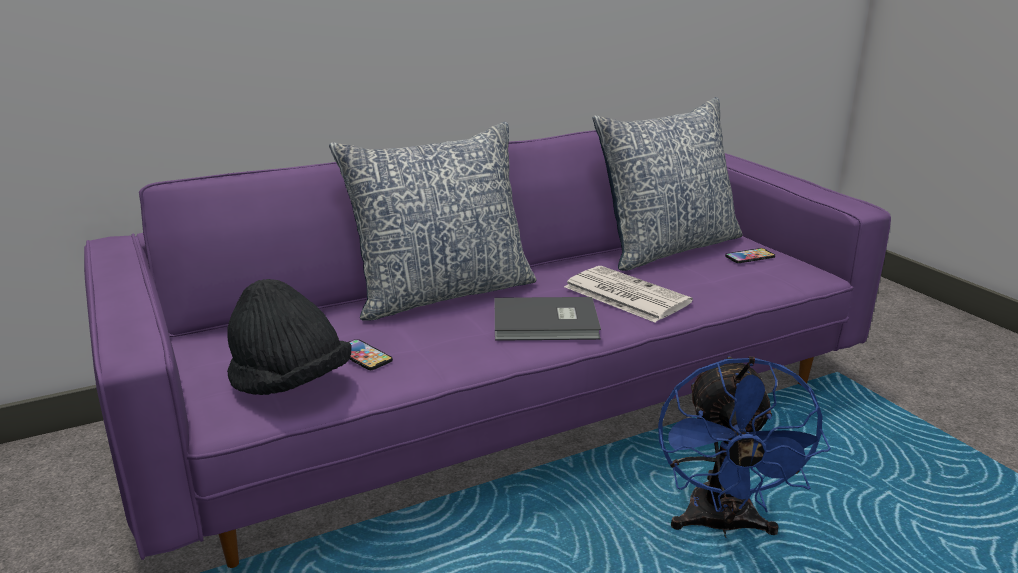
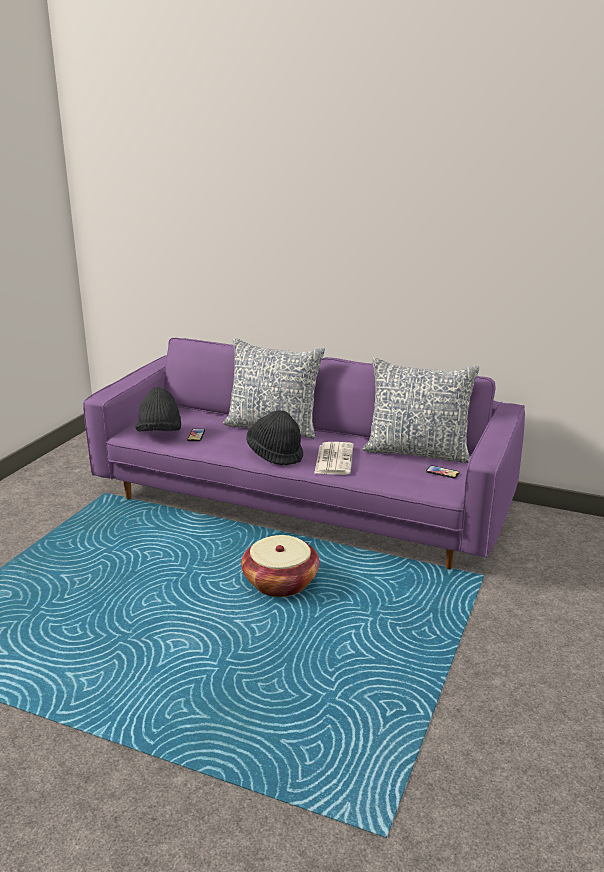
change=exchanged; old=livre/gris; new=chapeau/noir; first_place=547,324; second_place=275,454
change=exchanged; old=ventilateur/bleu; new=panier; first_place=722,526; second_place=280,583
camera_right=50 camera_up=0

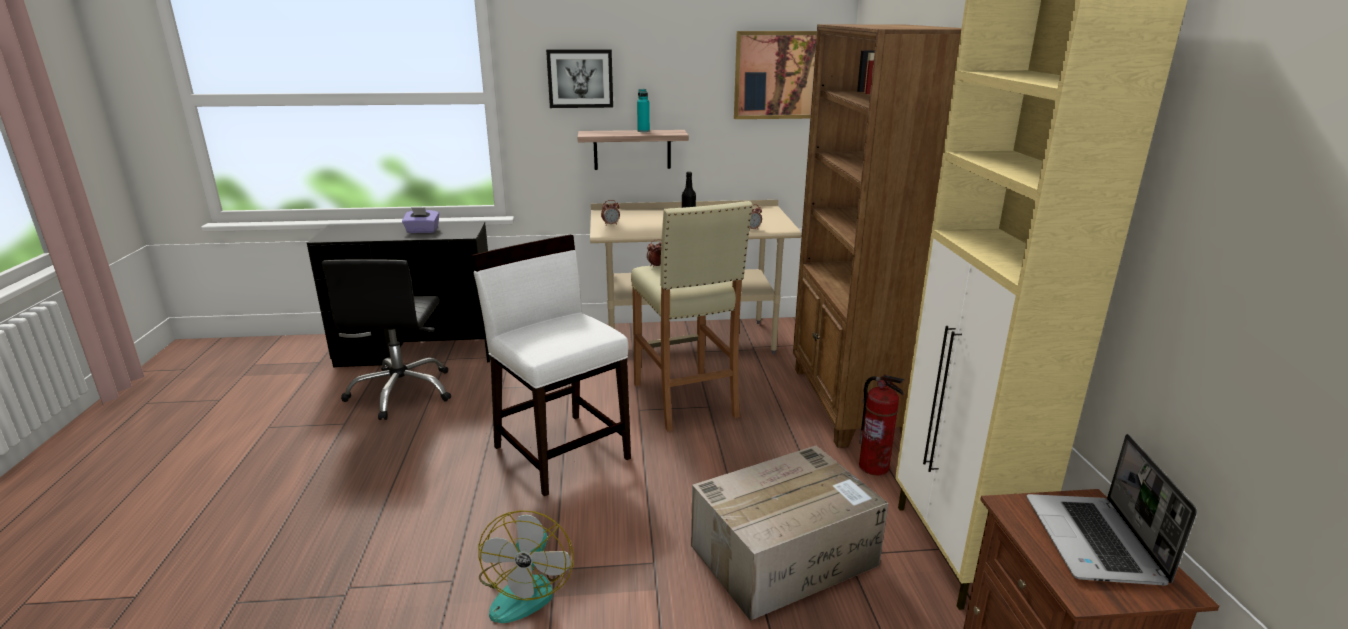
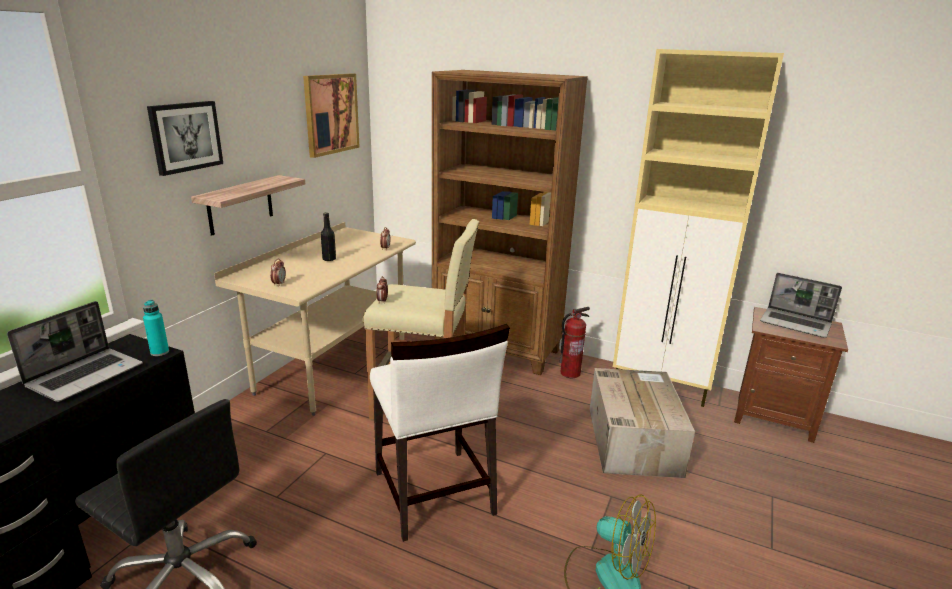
change=exchanged; old=boîte à mouchoirs/violet; new=ordinateur portable; first_place=422,231; second_place=86,375
change=spun; old=chaise/blanc; first_place=561,451; second_place=433,494; degrees=-105
change=relocated; old=bouteille/turquoise; first_place=643,131; second_place=159,352
camera_right=-60 camera_up=0

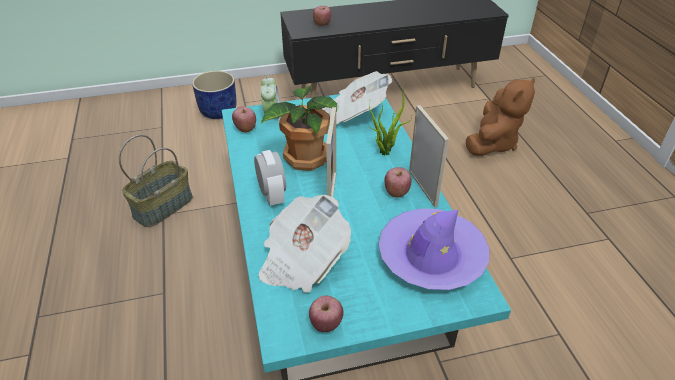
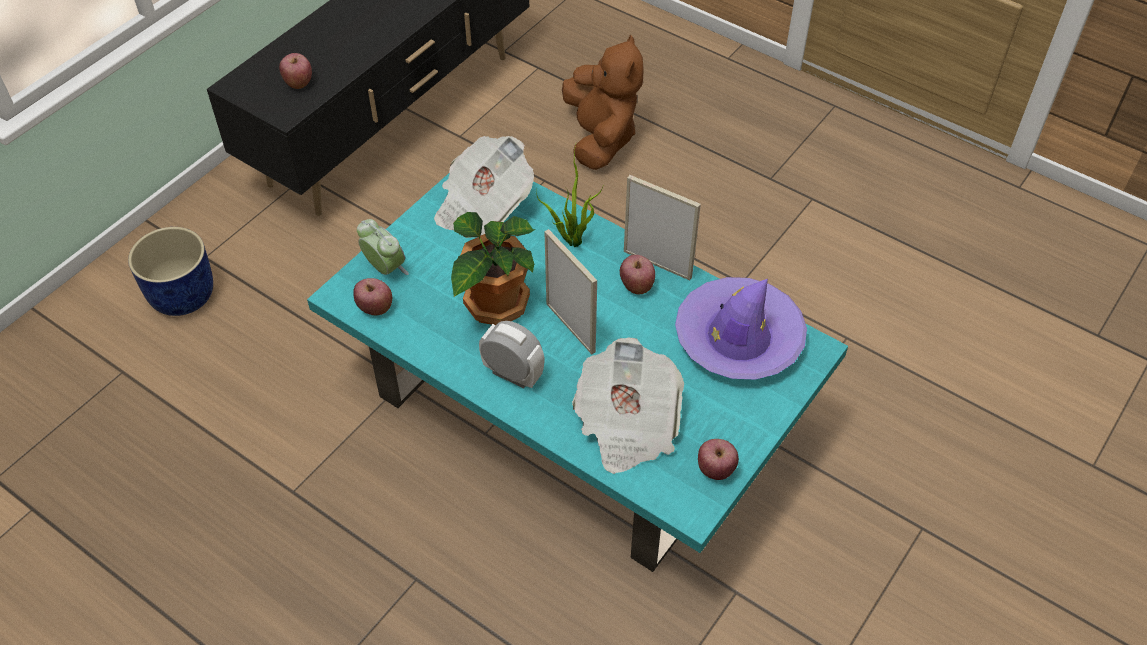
change=missing; old=panier; first_place=163,206
camera_right=-40 camera_up=10

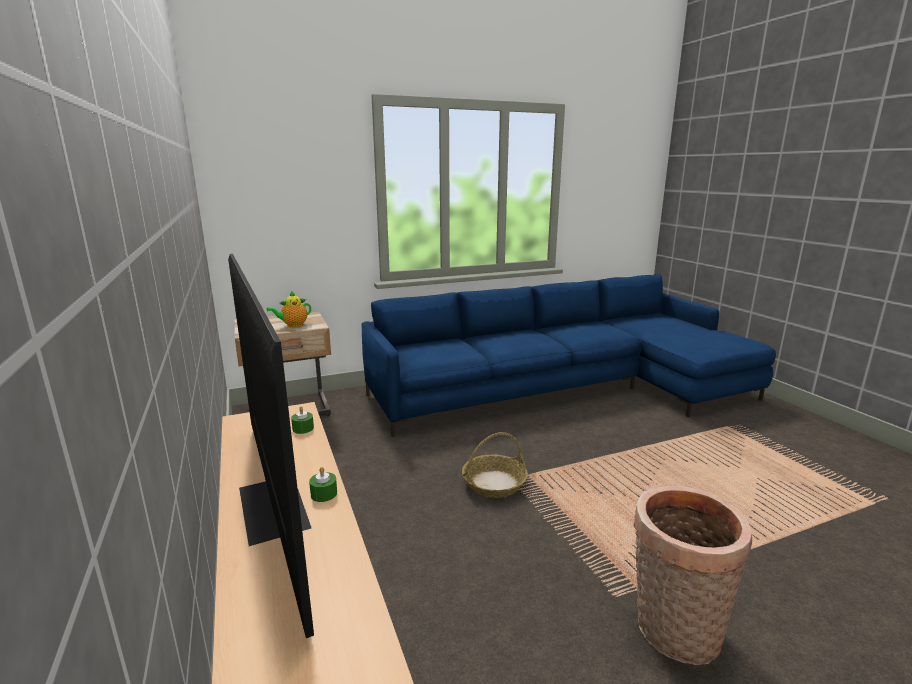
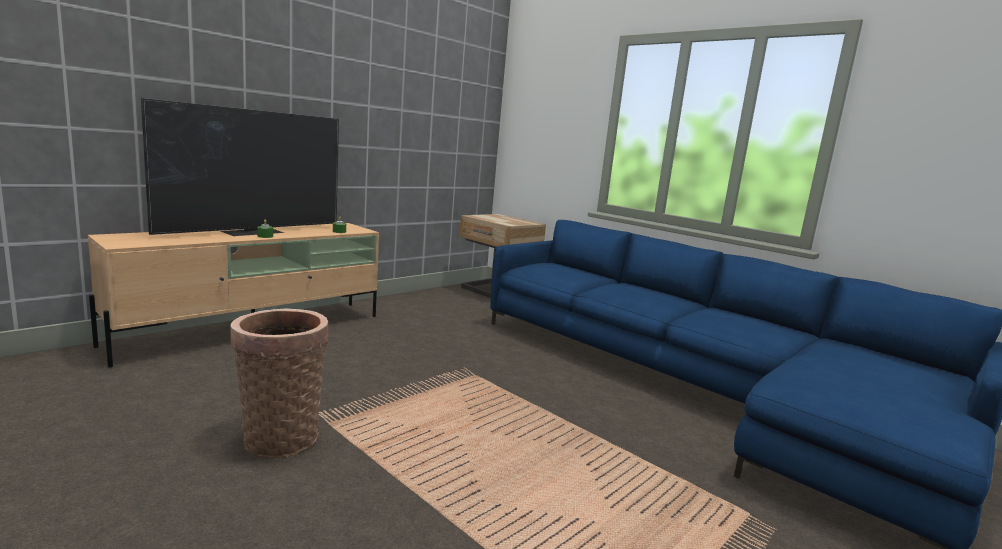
change=missing; old=théière; first_place=293,325
change=missing; old=panier; first_place=494,483
camera_right=65 camera_up=-5

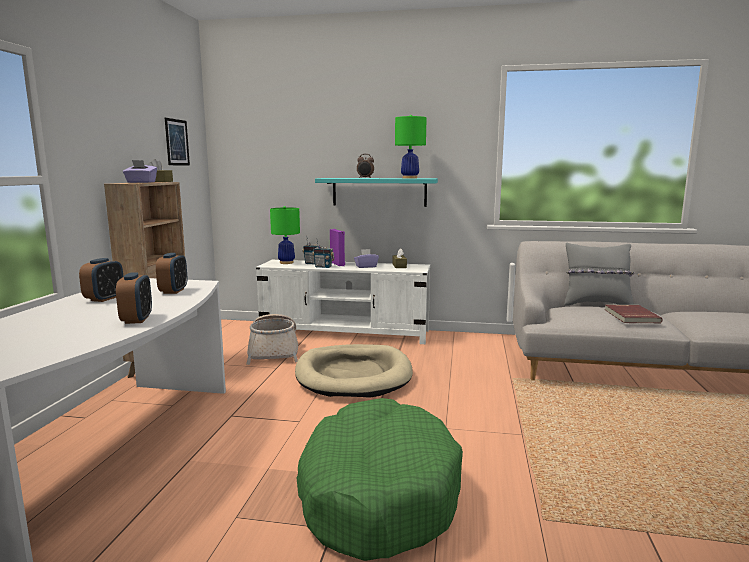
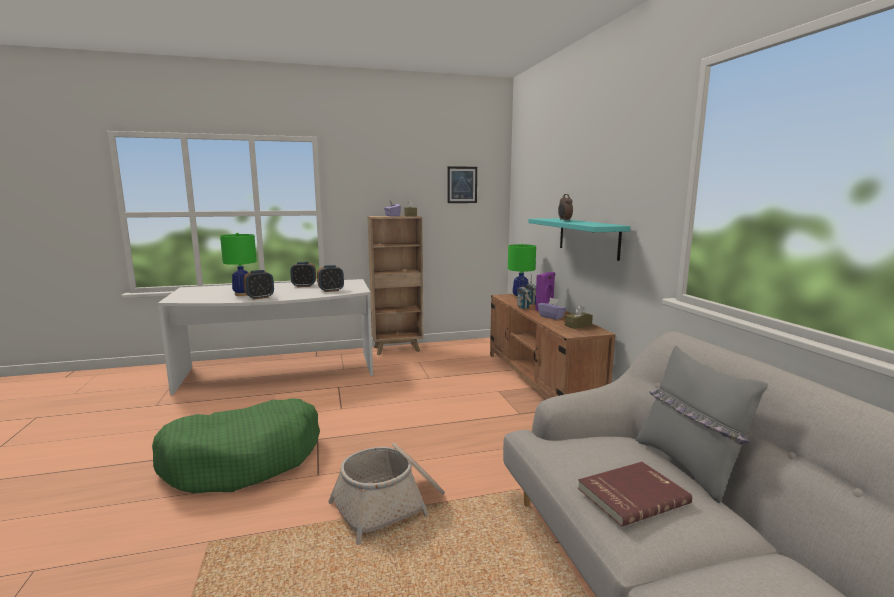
change=relocated; old=panier; first_place=274,352; second_place=390,505
change=colour; old=meuble télé/blanc; new=meuble télé/marron; first_place=345,333; second_place=540,381
change=missing; old=panier pour chien/beige; first_place=353,375
change=relocated; old=lampe de table/vert; first_place=409,178; second_place=242,294
camera_right=65 camera_up=0

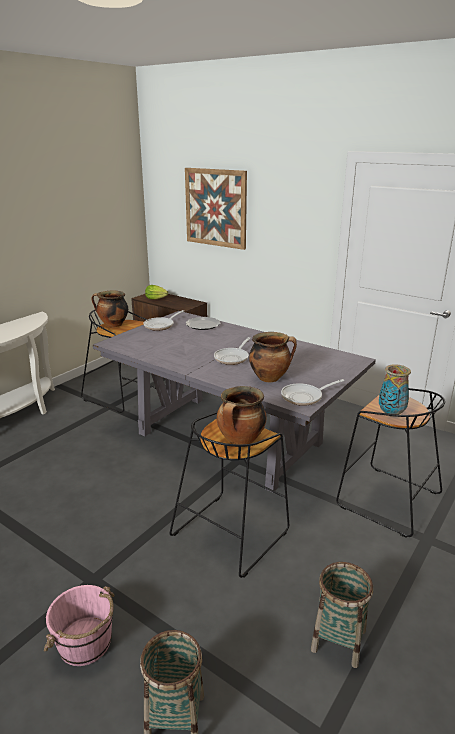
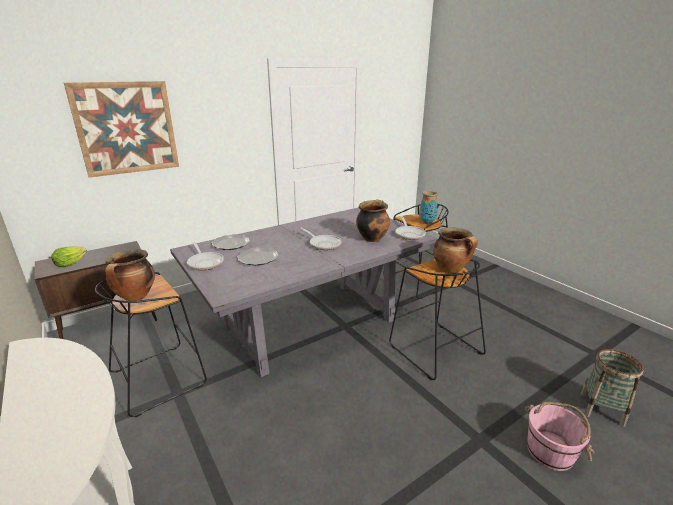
change=missing; old=panier; first_place=338,640
change=appeared; new=assiette; second_place=258,258
camera_right=-70 camera_up=0

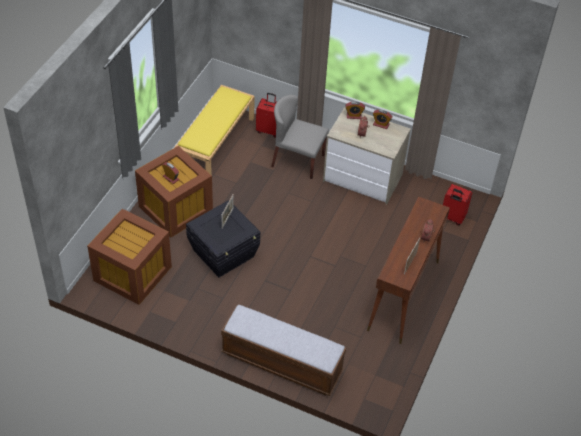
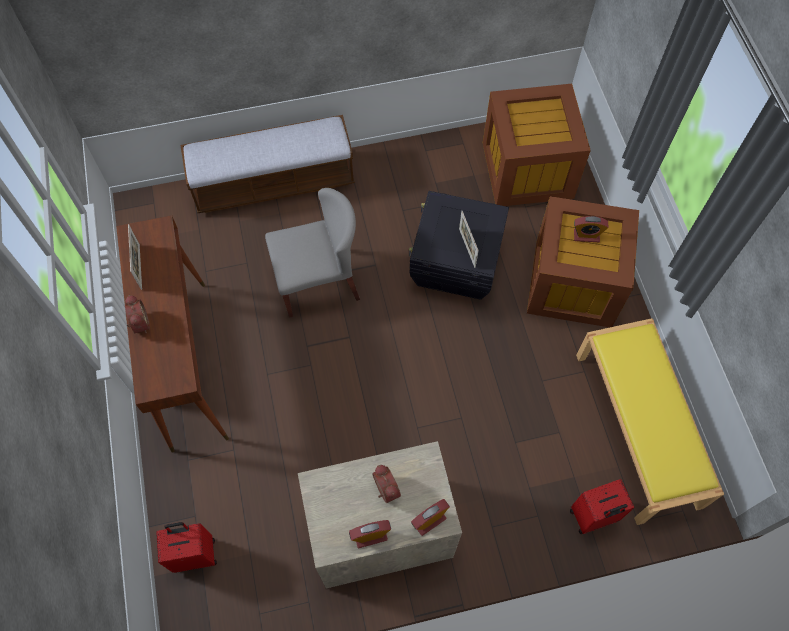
change=relocated; old=chaise/gris; first_place=297,160; second_place=318,282
camera_right=145 camera_up=15

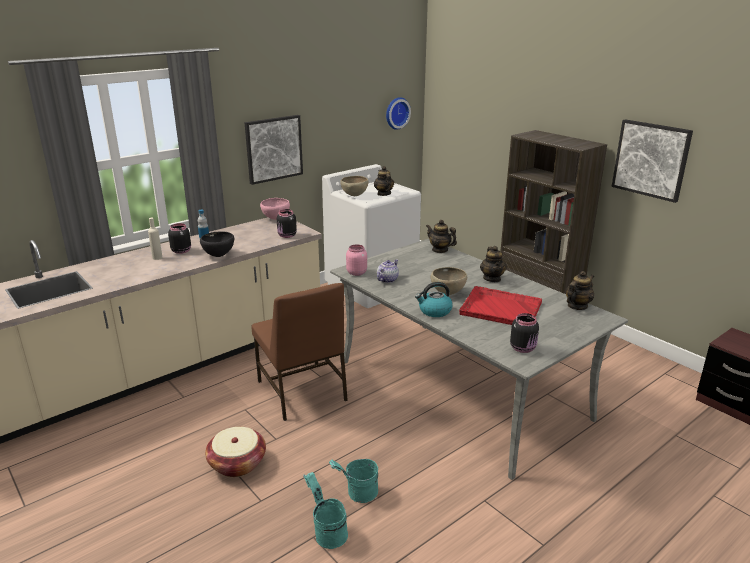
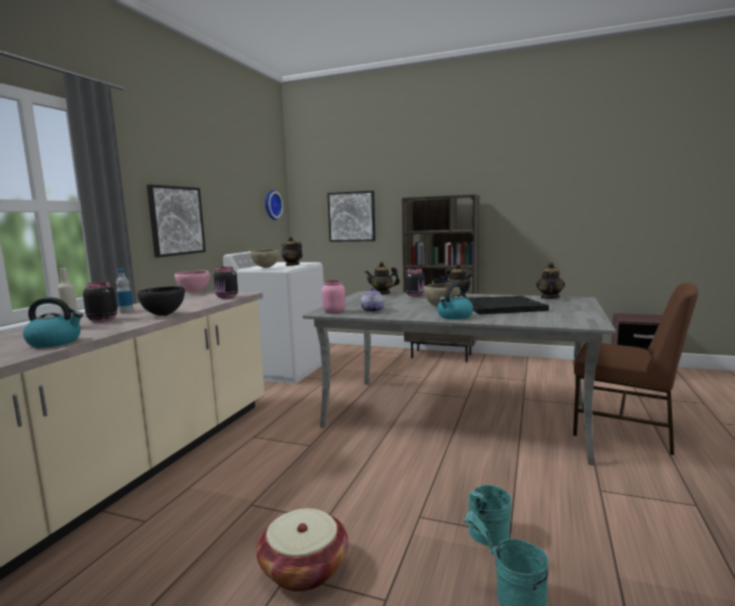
change=relocated; old=chaise/marron; first_place=301,392; second_place=625,429
change=colour; old=plateau/rouge; new=plateau/noir; first_place=500,308; second_place=501,307
change=relocated; old=bocal/noir; first_place=523,348; second_place=415,295
change=relocated; old=tableau; first_place=651,159; second_place=351,216
change=appeared; new=bouilloire; second_place=55,342
camera_right=-30 camera_up=-15

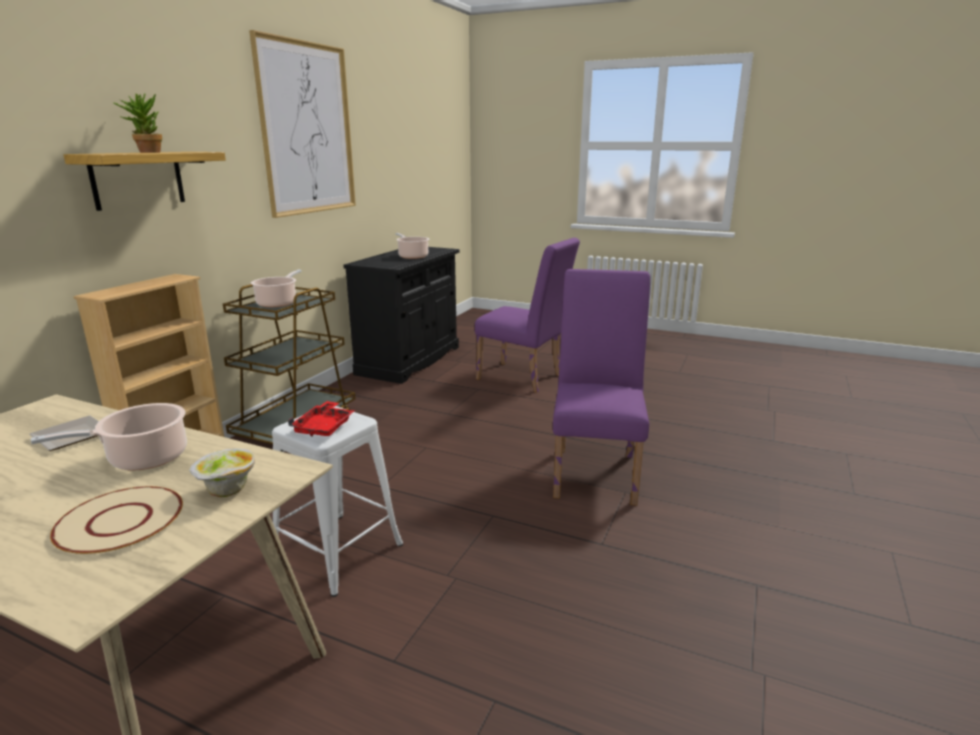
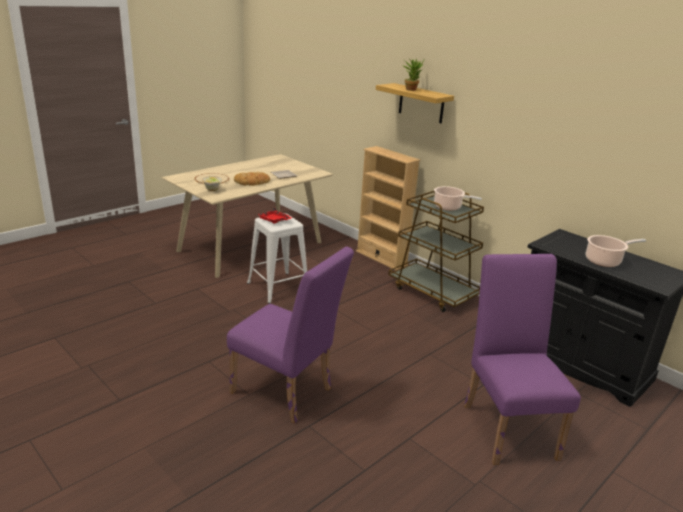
change=exchanged; old=marmite; new=pain; first_place=142,458; second_place=252,182
change=missing; old=tableau; first_place=307,129
change=spun; old=chaise/violet; first_place=524,378; second_place=507,425; degrees=120
camera_right=110 camera_up=5

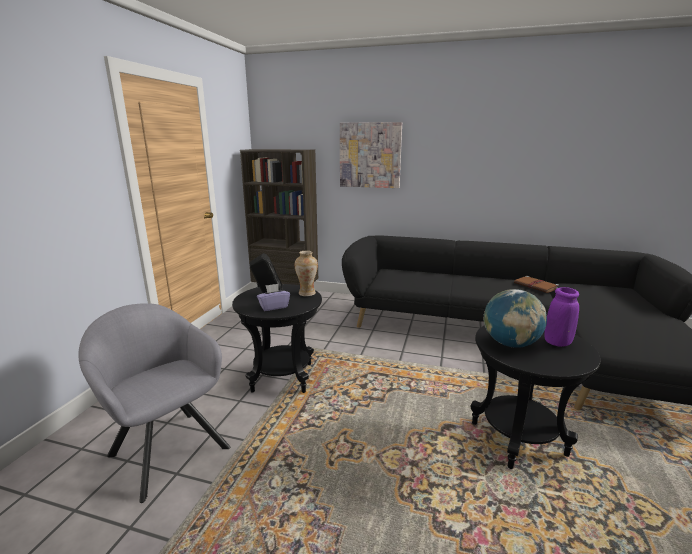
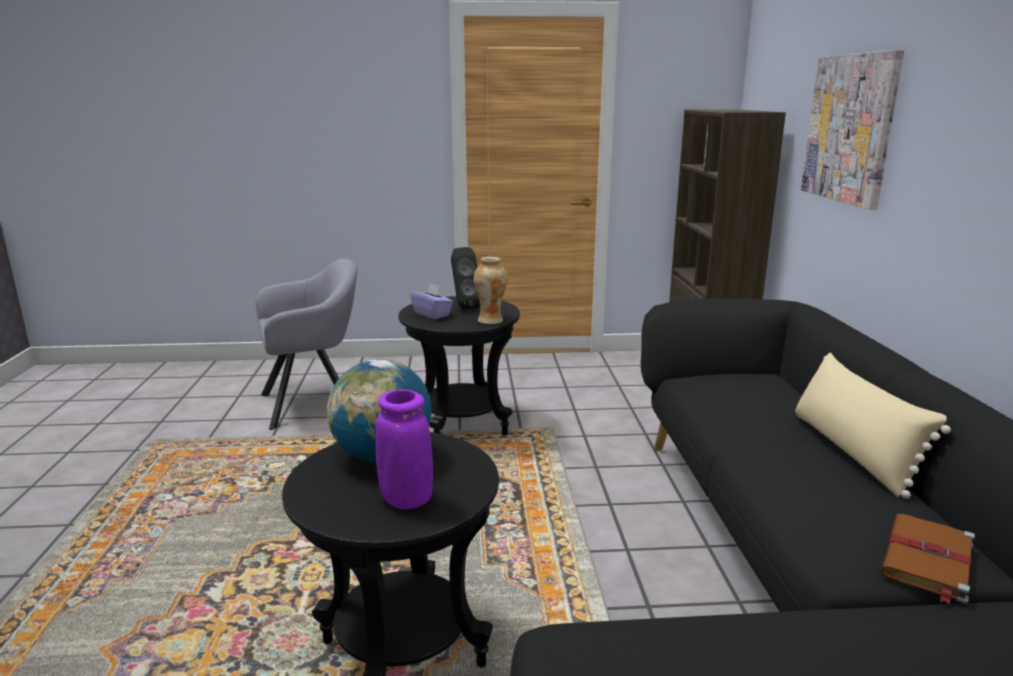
change=spun; old=fauteuil/gris; first_place=167,447; second_place=315,403; degrees=45
change=appeared; new=coussin/beige; second_place=852,452
camera_right=70 camera_up=0

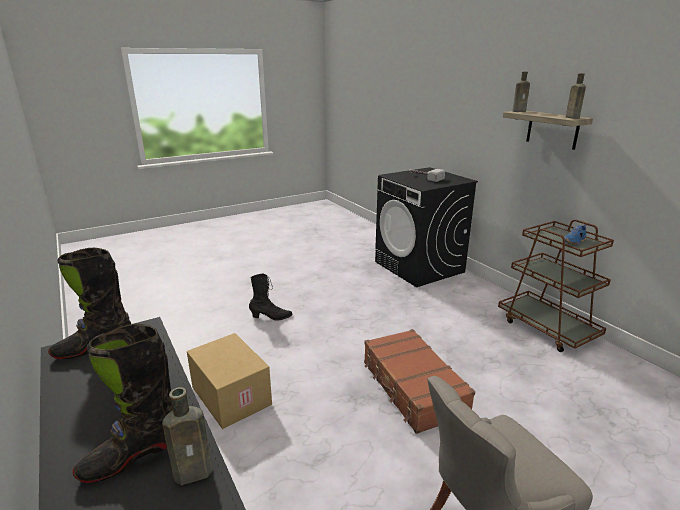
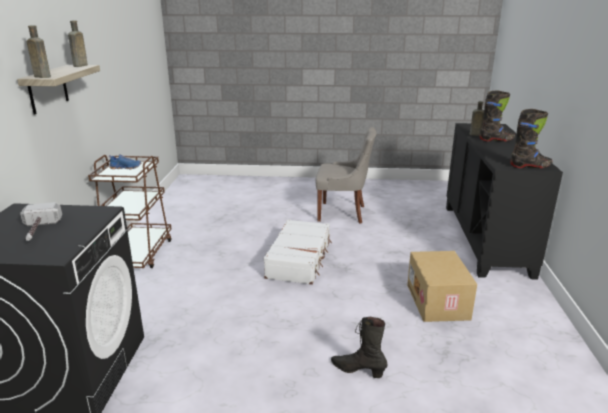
change=colour; old=valise/marron; new=valise/blanc; first_place=412,388; second_place=299,259
camera_right=-145 camera_up=0

